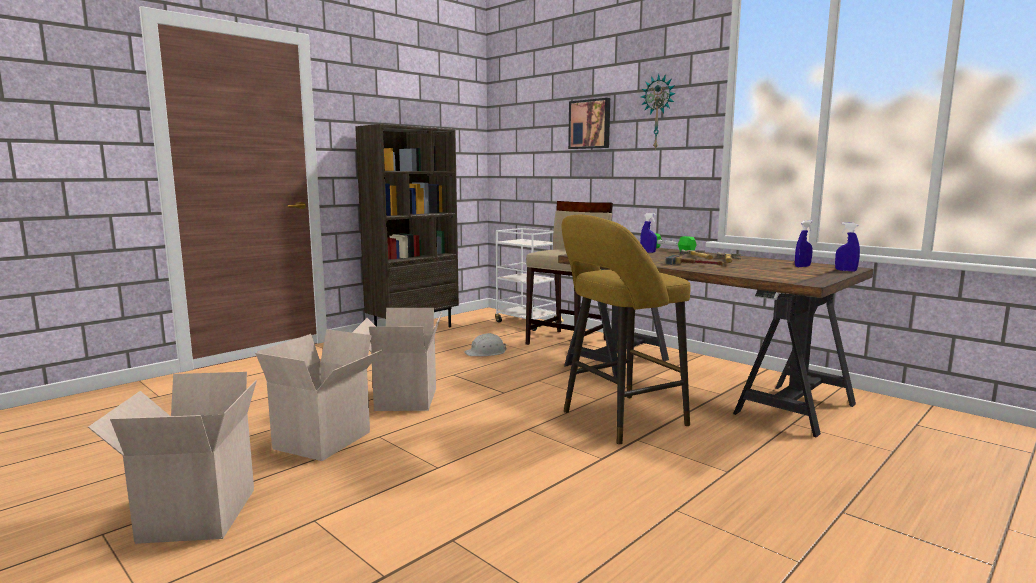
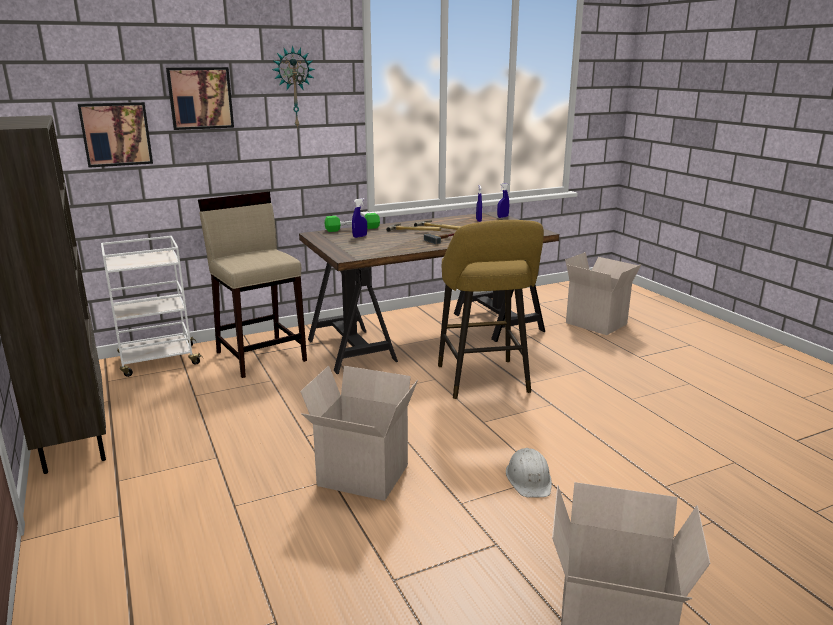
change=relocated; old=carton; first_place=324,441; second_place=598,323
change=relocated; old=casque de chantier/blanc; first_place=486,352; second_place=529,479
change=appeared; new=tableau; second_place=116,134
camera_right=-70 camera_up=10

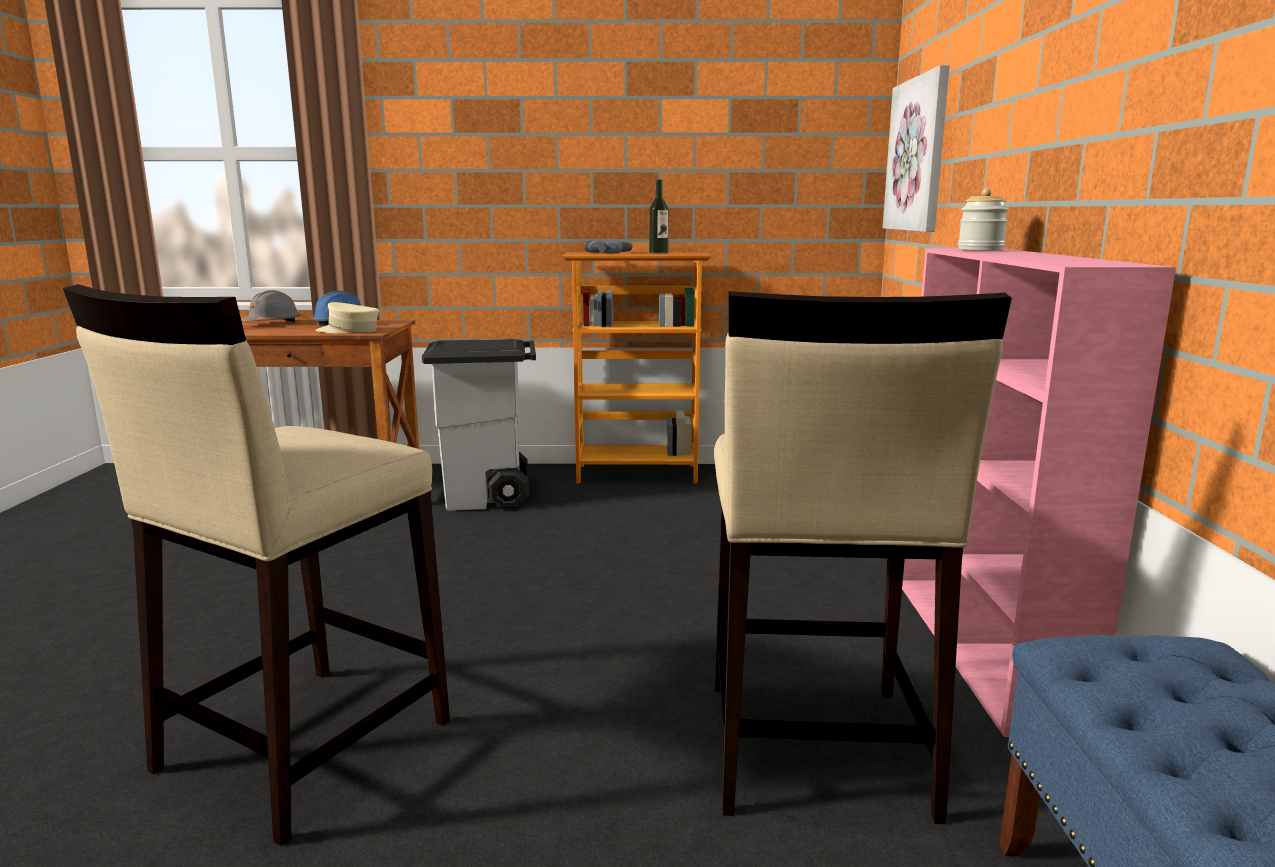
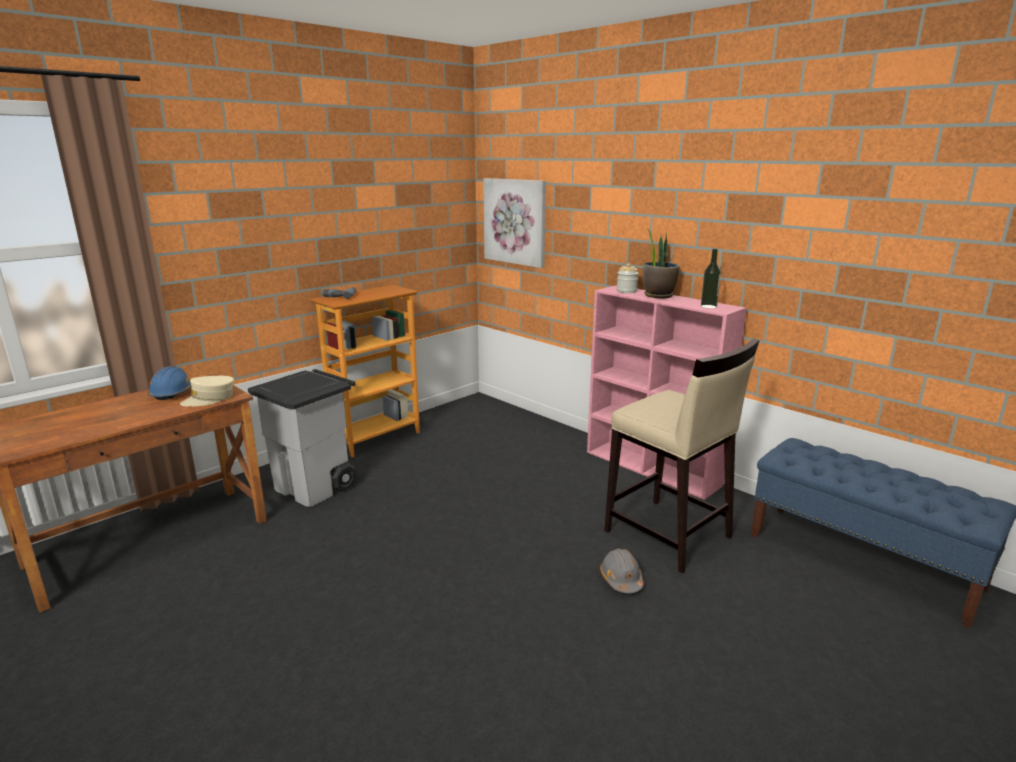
change=missing; old=tabouret/beige; first_place=301,746
change=relocated; old=casque de chantier/gris; first_place=272,323; second_place=621,579
change=relocated; old=bouteille; first_place=658,253; second_place=708,306
change=appeared; new=plante en pot; second_place=658,296
camera_right=-45 camera_up=5

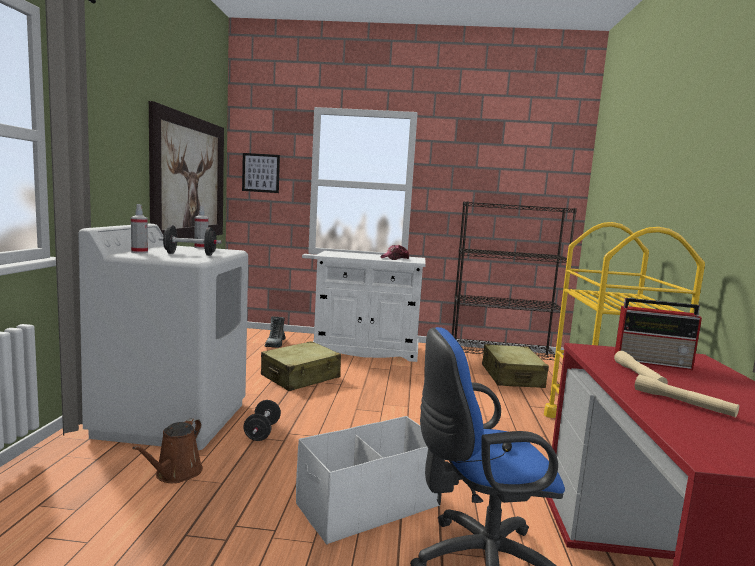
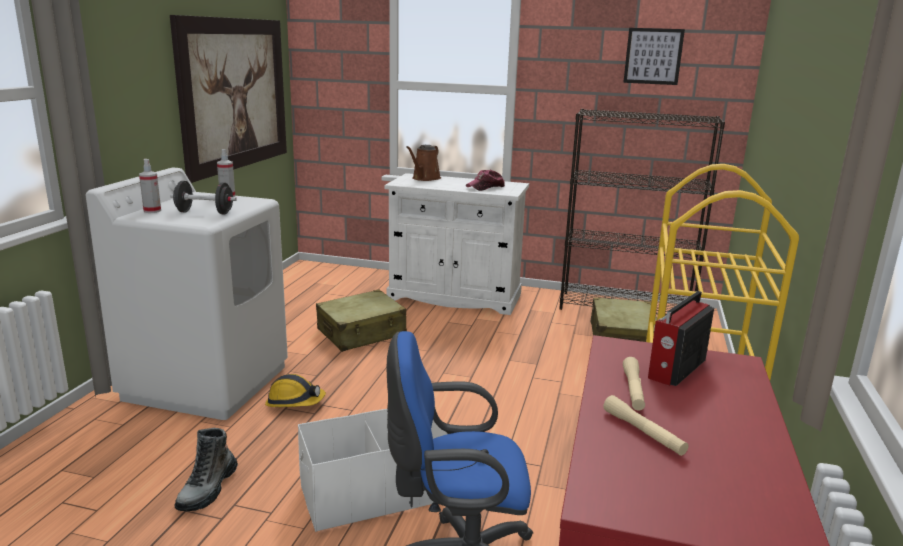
change=relocated; old=arrosoir/marron; first_place=176,474; second_place=425,178
change=relocated; old=tableau; first_place=261,173; second_place=653,56
change=exchanged; old=haltère/noir; new=casque de chantier; first_place=262,432; second_place=295,402
change=relocated; old=botte; first_place=275,344; second_place=208,489
change=spun; old=radio; first_place=653,362; second_place=675,369; degrees=105
camera_right=10 camera_up=10

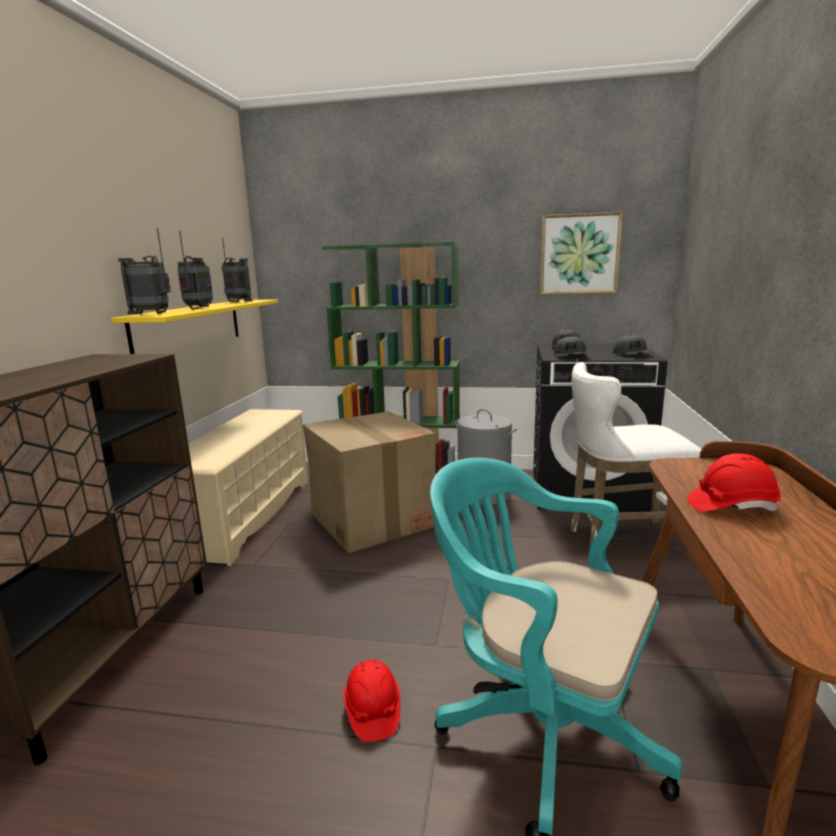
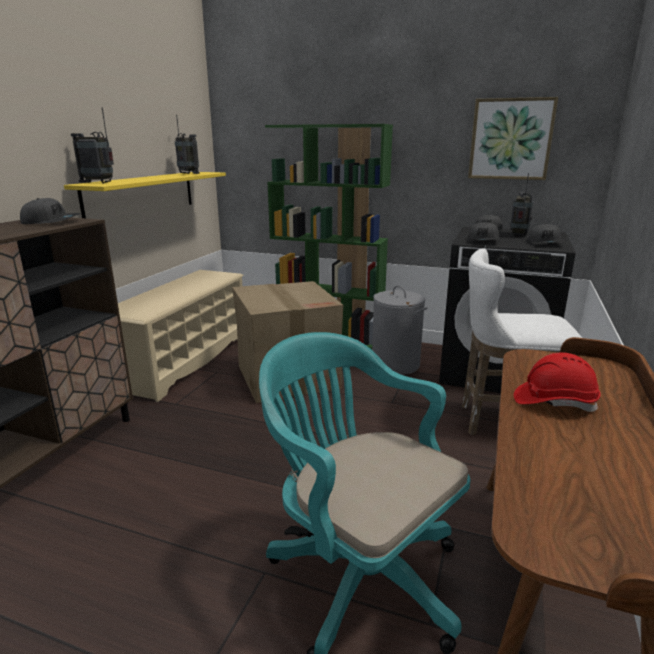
change=relocated; old=radio; first_place=199,308; second_place=519,235
change=missing; old=casque de chantier/rouge; first_place=372,711
change=appeared; new=casquette/gris; second_place=51,221
camera_right=10 camera_up=5

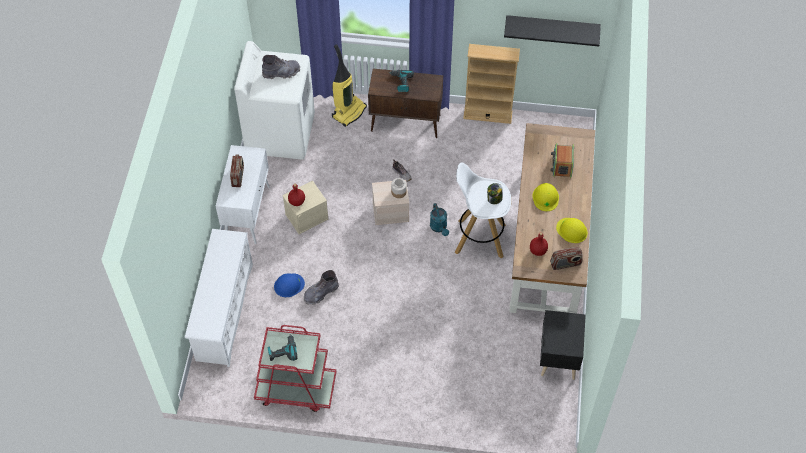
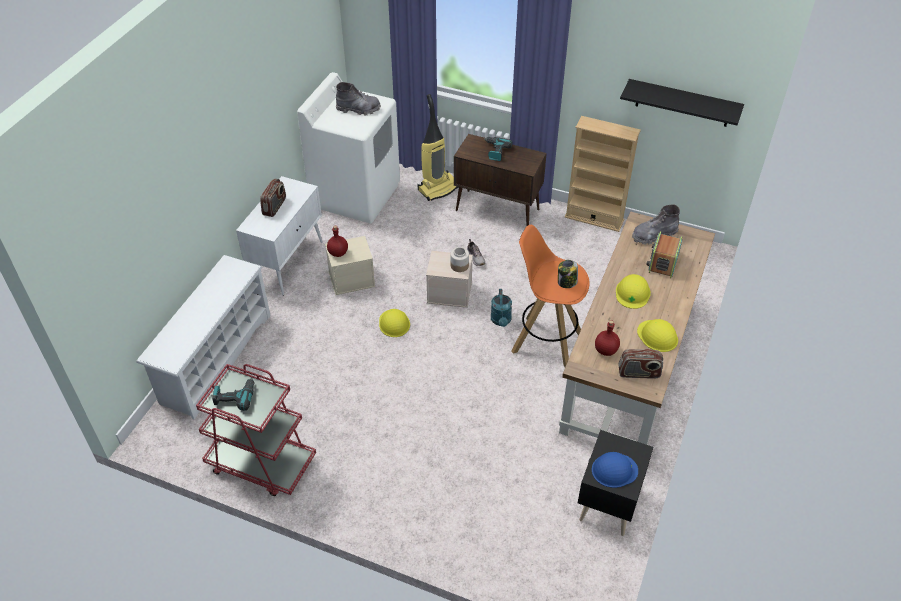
change=relocated; old=casque de chantier/bleu; first_place=289,285; second_place=614,470
change=relocated; old=botte/gris; first_place=321,293; second_place=654,235
change=colour; old=tabouret/blanc; new=tabouret/orange; first_place=479,238; second_place=546,342
change=appeared; new=casque de chantier/jaune; second_place=394,323
camera_right=15 camera_up=-10

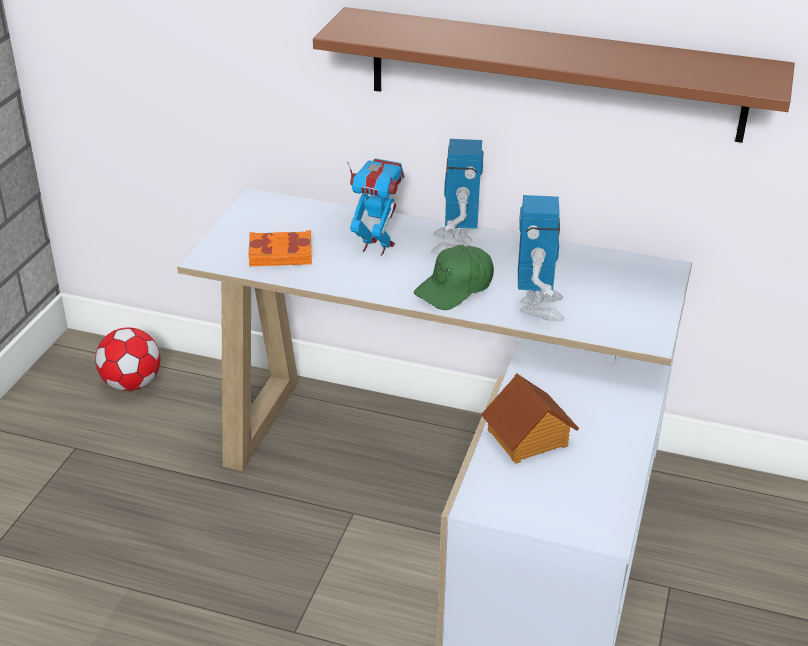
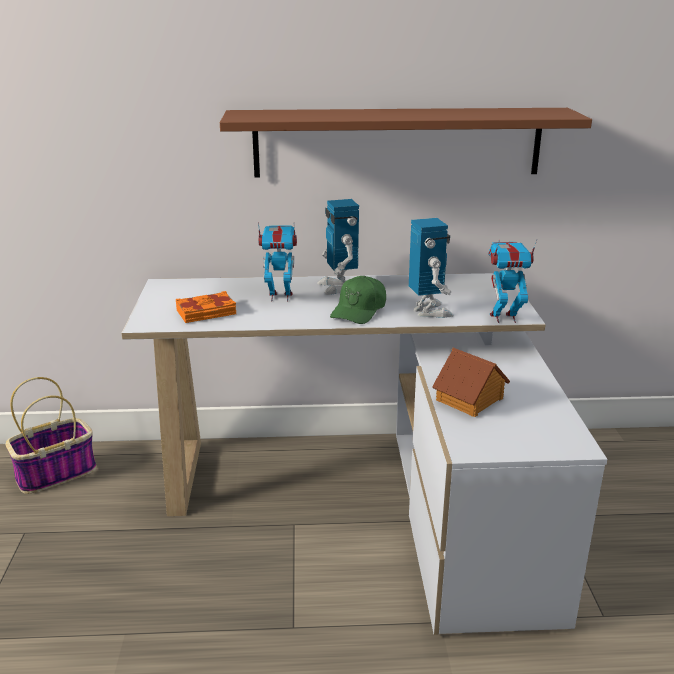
change=exchanged; old=ballon de foot; new=panier; first_place=132,384; second_place=57,473
change=appeared; new=robot jouet; second_place=504,318
camera_right=-20 camera_up=-10

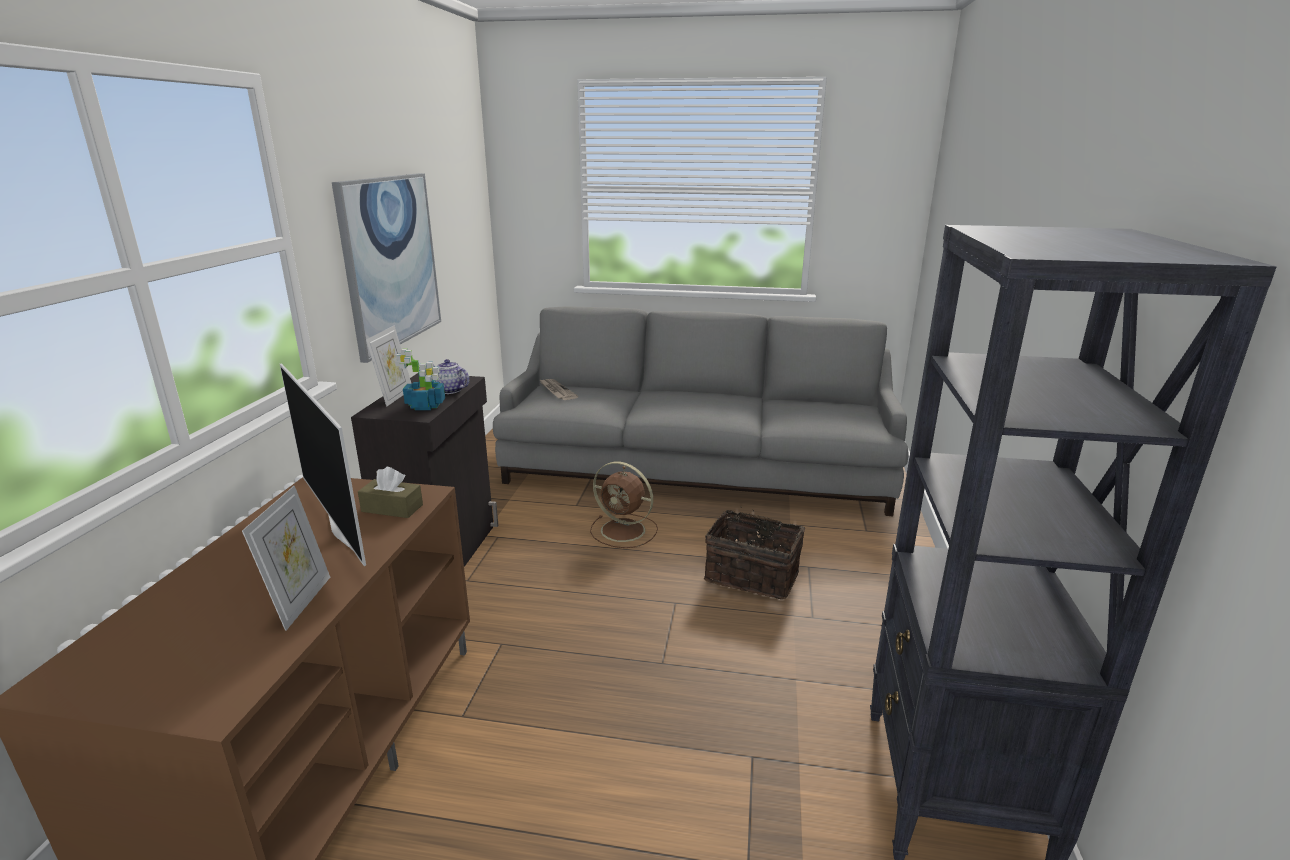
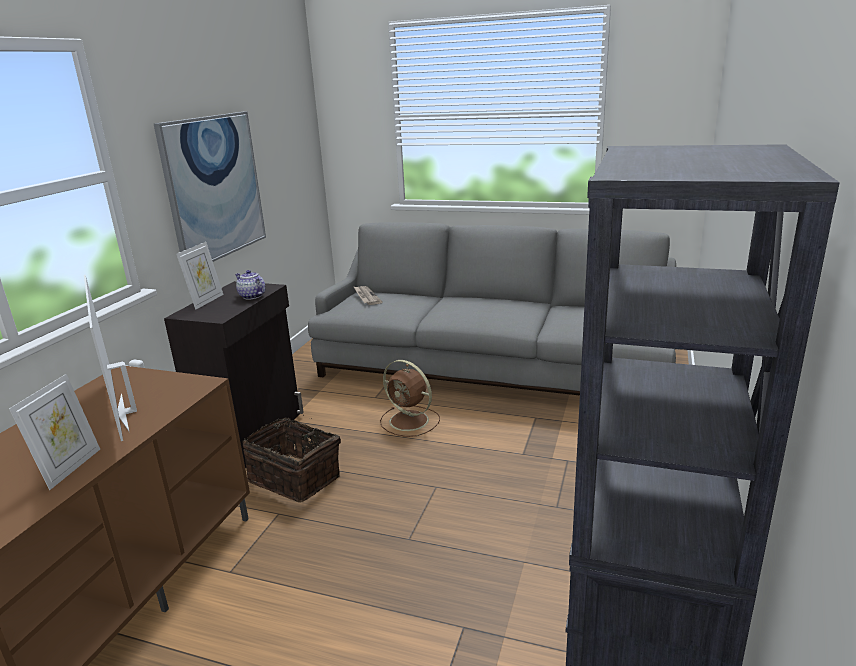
change=missing; old=boîte à mouchoirs/marron; first_place=392,508
change=missing; old=plante en pot; first_place=426,405
change=relocated; old=panier; first_place=753,574; second_place=296,477
camera_right=10 camera_up=0

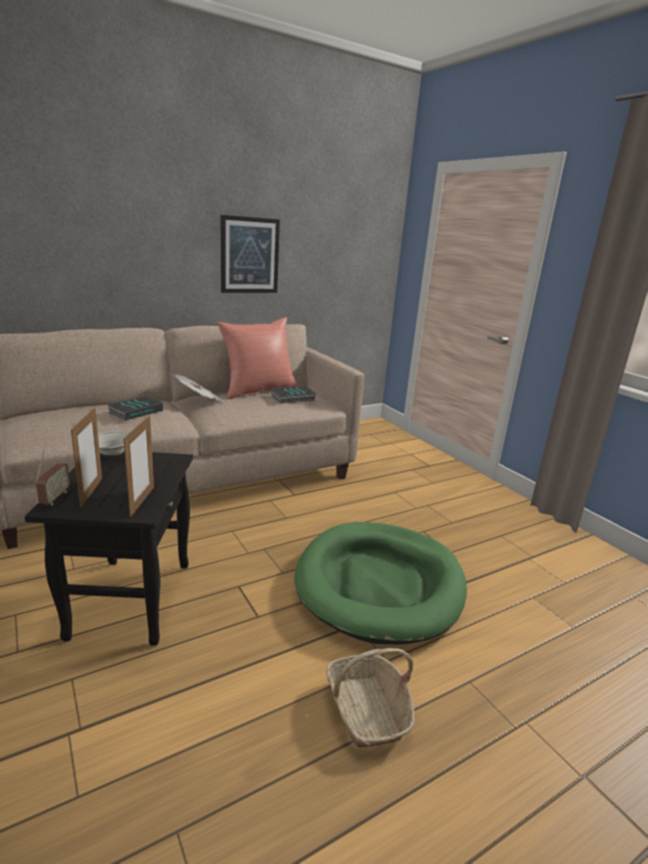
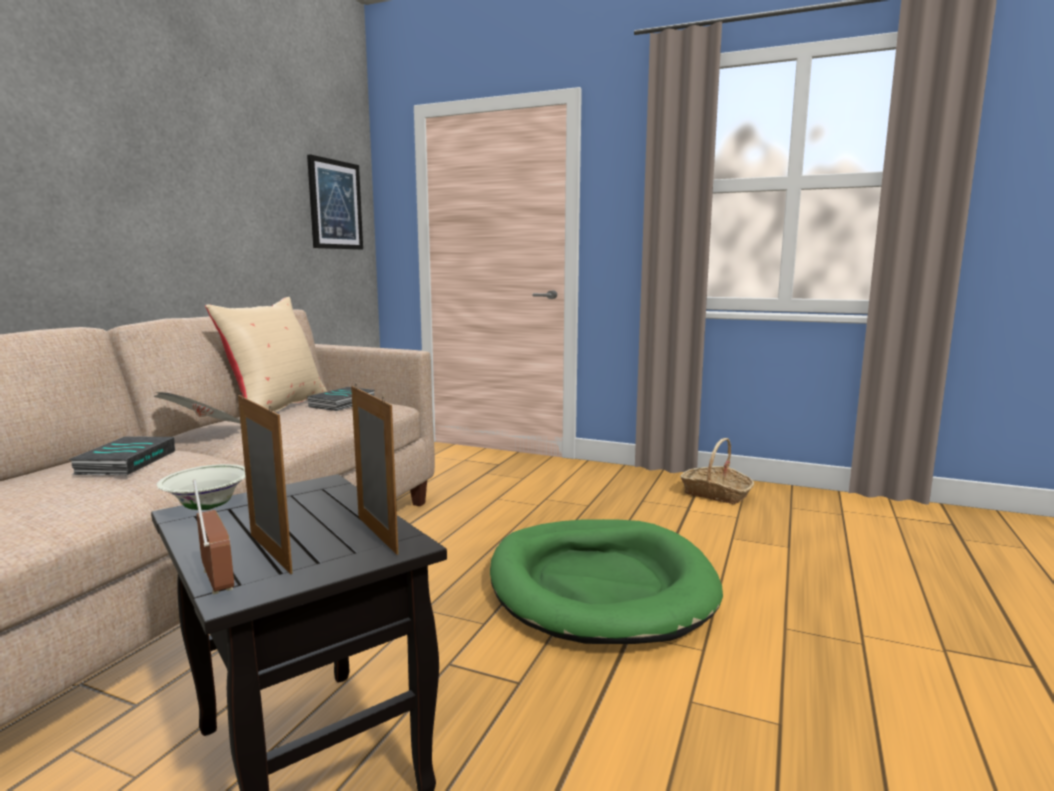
change=colour; old=coussin/rouge; new=coussin/beige; first_place=258,390; second_place=276,407
change=relocated; old=tableau; first_place=249,255; second_place=335,205
change=relocated; old=panier; first_place=367,710; second_place=716,494
camera_right=-35 camera_up=-10

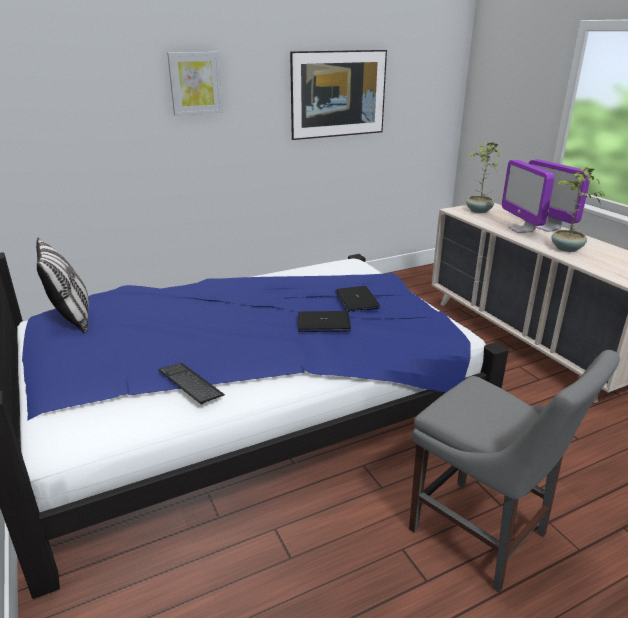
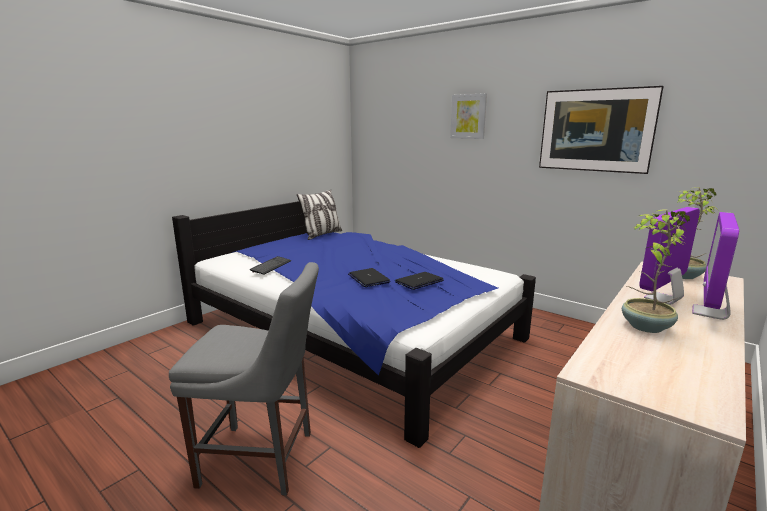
change=spun; old=chaise/gris; first_place=483,536; second_place=263,459; degrees=-105
camera_right=65 camera_up=-10

